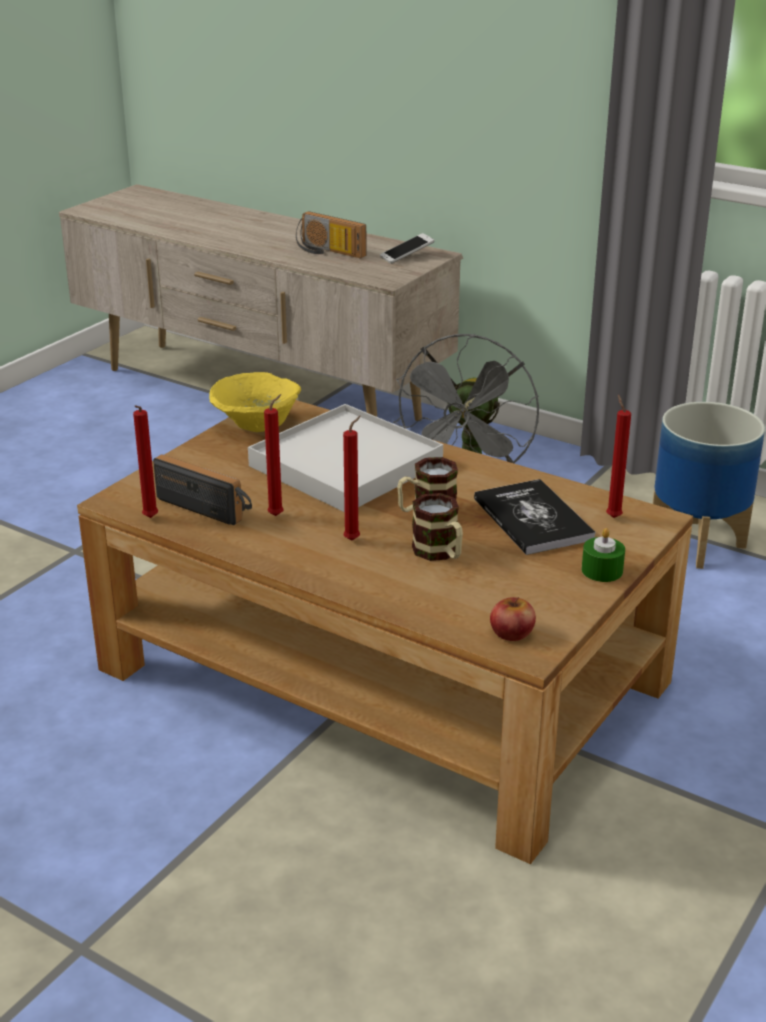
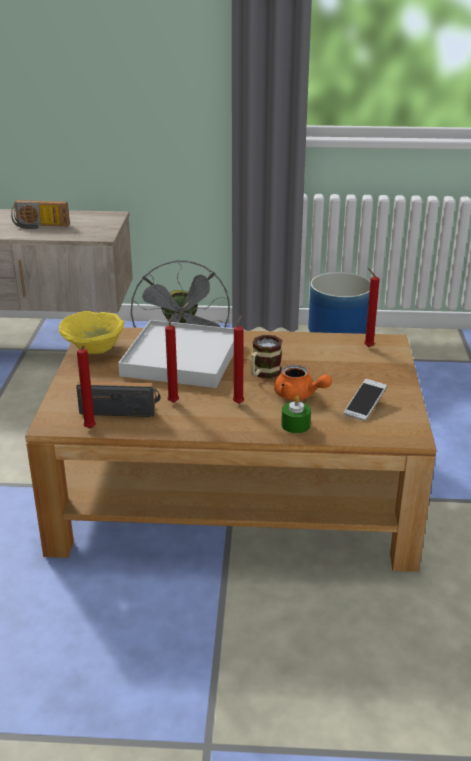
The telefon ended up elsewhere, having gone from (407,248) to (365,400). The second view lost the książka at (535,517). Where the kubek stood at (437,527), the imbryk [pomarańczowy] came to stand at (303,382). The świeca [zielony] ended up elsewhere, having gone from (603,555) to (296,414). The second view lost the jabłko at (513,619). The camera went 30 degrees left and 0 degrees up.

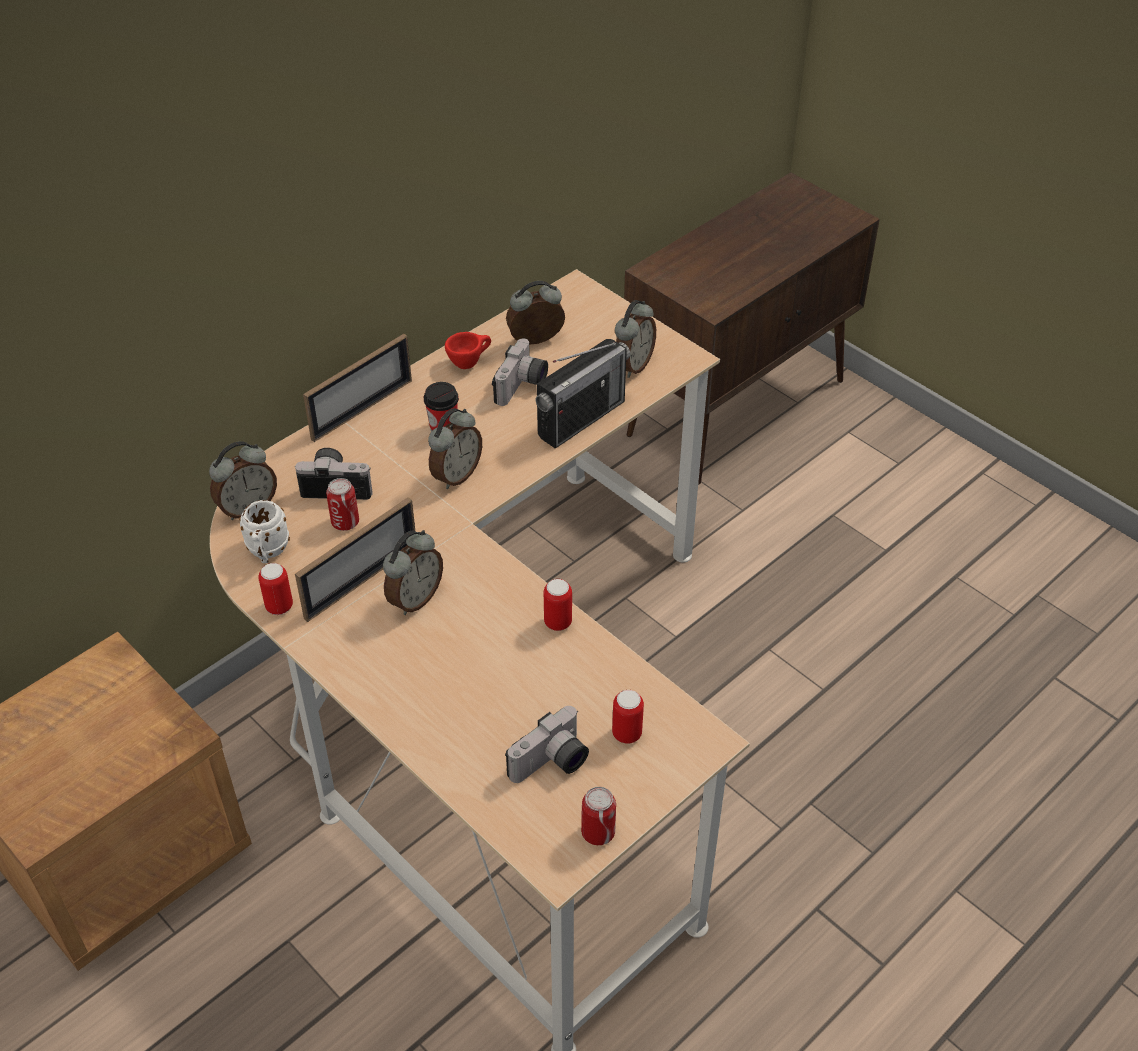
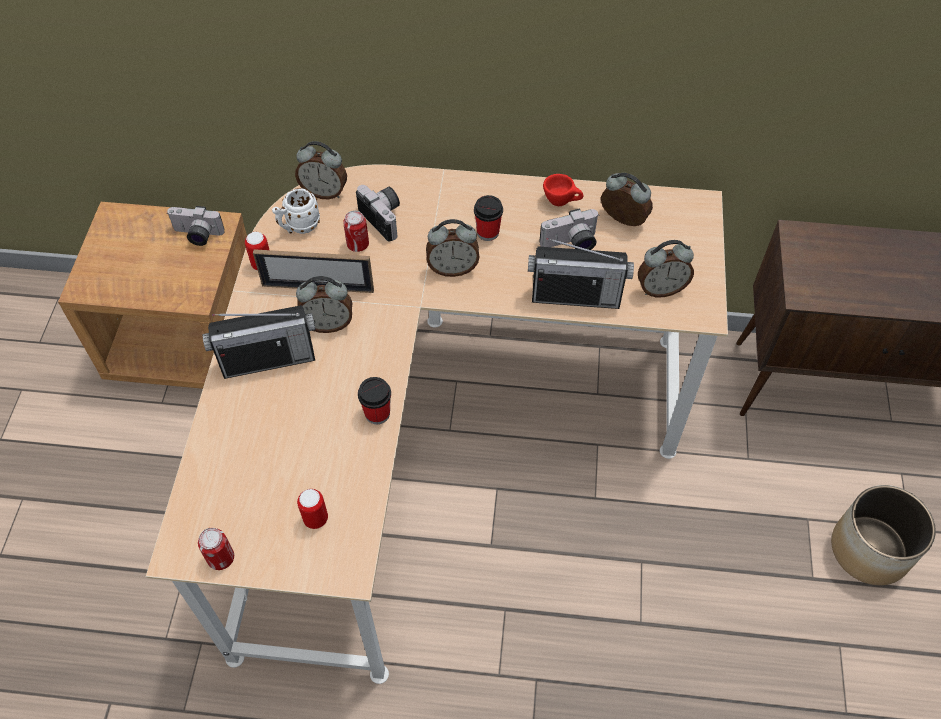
The second view lost the ramka na zdjęcie at (357,388). Where the puszka stood at (558,605), the filiżanka came to stand at (374,400). The aparat fotograficzny ended up elsewhere, having gone from (547,744) to (196,226). The second view gained the radio at (258,342). The second view gained the donica at (883,535). The camera went 50 degrees right and 10 degrees up.

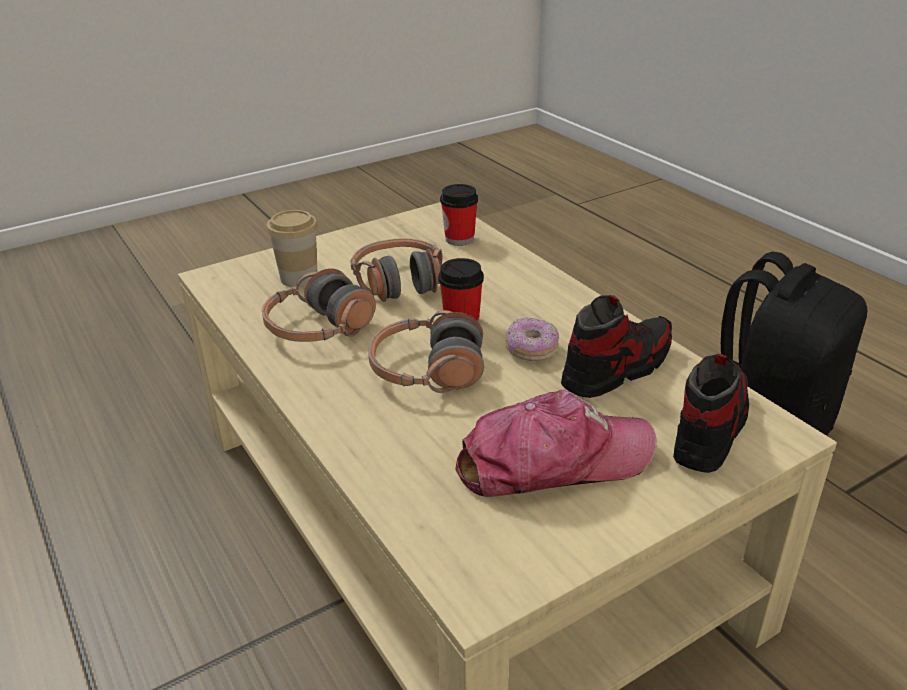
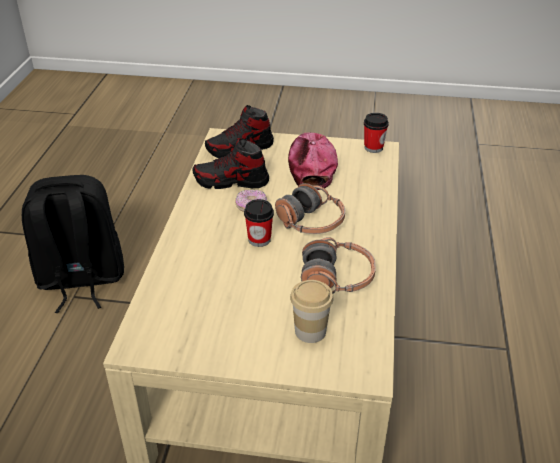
The filiżanka ended up elsewhere, having gone from (459,215) to (376,133). The second view lost the słuchawki at (396,270). The czapka z daszkiem at (556,443) ended up facing another way, 60 degrees clockwise from before. The camera went 140 degrees left and 5 degrees up.

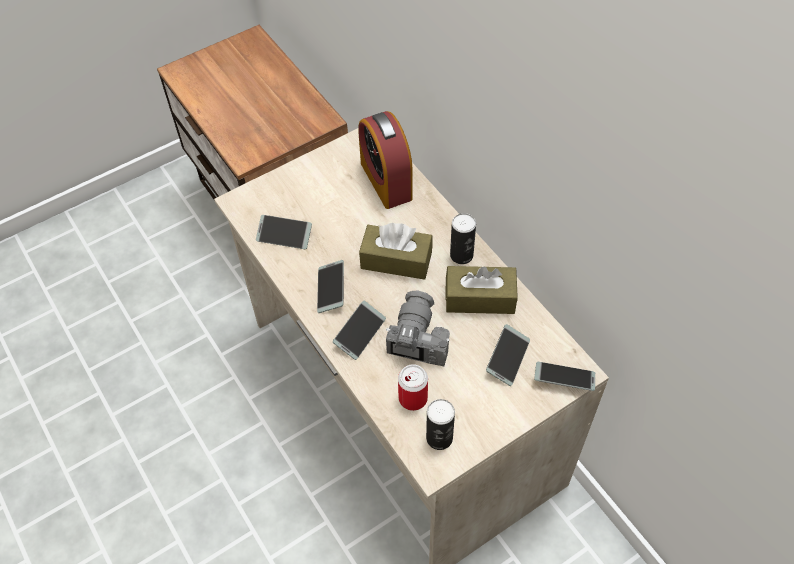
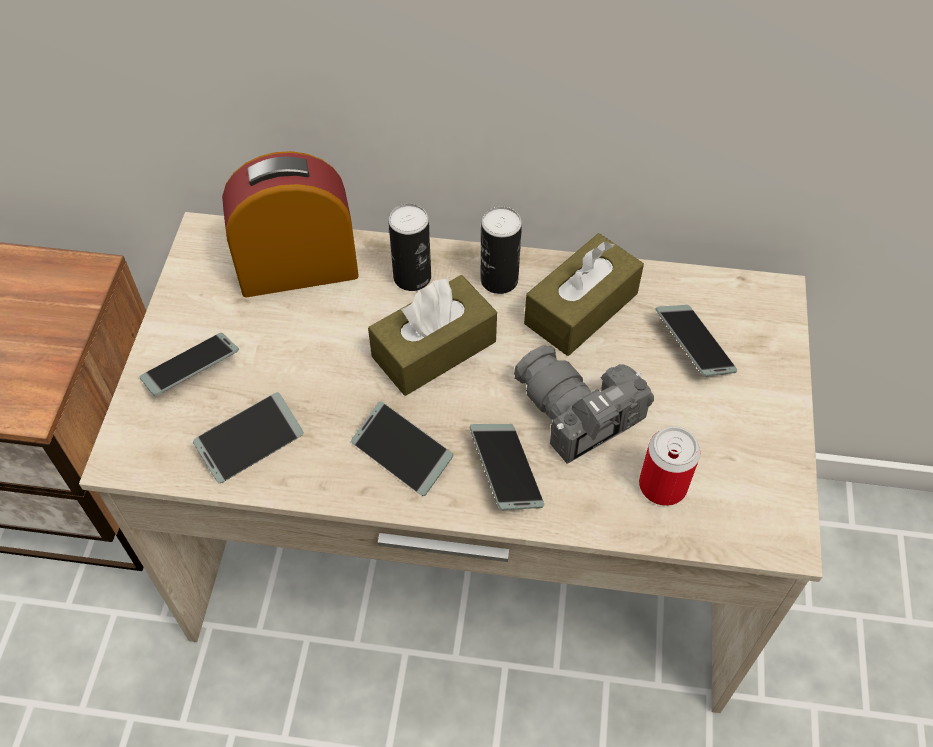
The budzik at (385,160) ended up facing another way, 150 degrees clockwise from before. The telefon ended up elsewhere, having gone from (564,376) to (189,364). The puszka ended up elsewhere, having gone from (440,424) to (409,247). The camera went 50 degrees left and 0 degrees up.

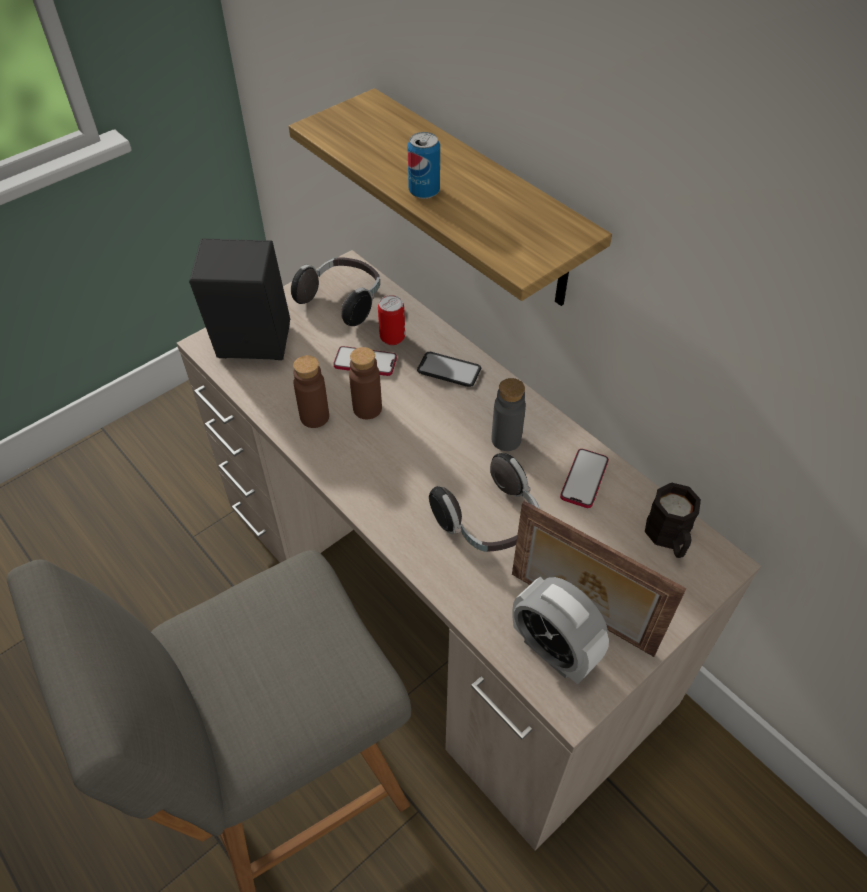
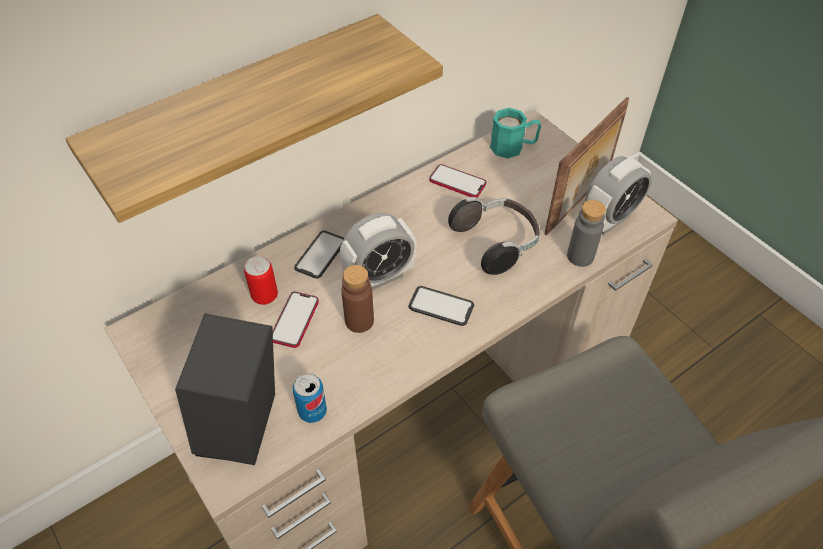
The puszka ended up elsewhere, having gone from (423,165) to (310,398). The second view lost the słuchawki at (335,291). The second view lost the butelka [brązowy] at (311,391). The butelka [szary] ended up elsewhere, having gone from (509,414) to (586,233). What was the kubek [czarny] at (673,520) turned into the kubek [turkusowy] at (515,133). The second view gained the budzik at (378,251). The second view gained the telefon at (441,306). The camera went 85 degrees left and 0 degrees up.

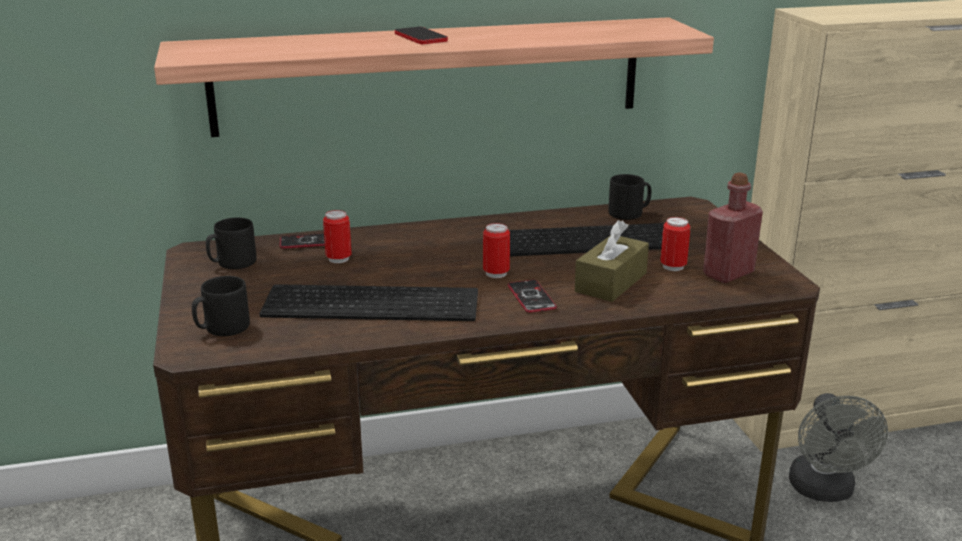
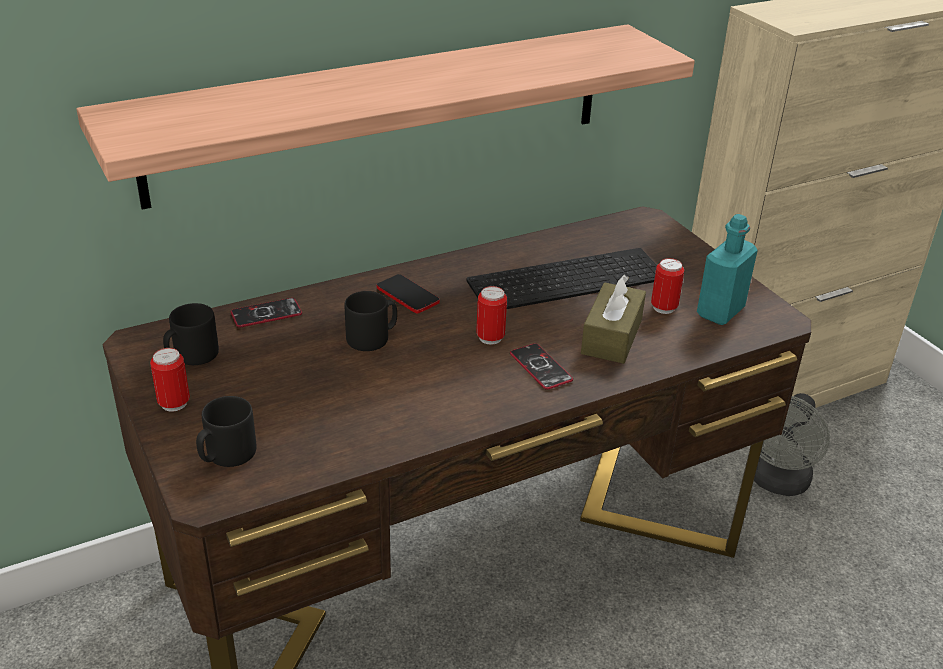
The telefon ended up elsewhere, having gone from (421,35) to (408,294). What was the butelka [czerwony] at (733,228) turned into the butelka [turkusowy] at (727,269). The kubek [czarny] ended up elsewhere, having gone from (629,197) to (371,321). The puszka ended up elsewhere, having gone from (337,236) to (170,380). The second view lost the klawiatura at (368,302). The wentylator [szary] at (838,447) ended up facing another way, 45 degrees clockwise from before. The camera went 15 degrees left and 10 degrees up.

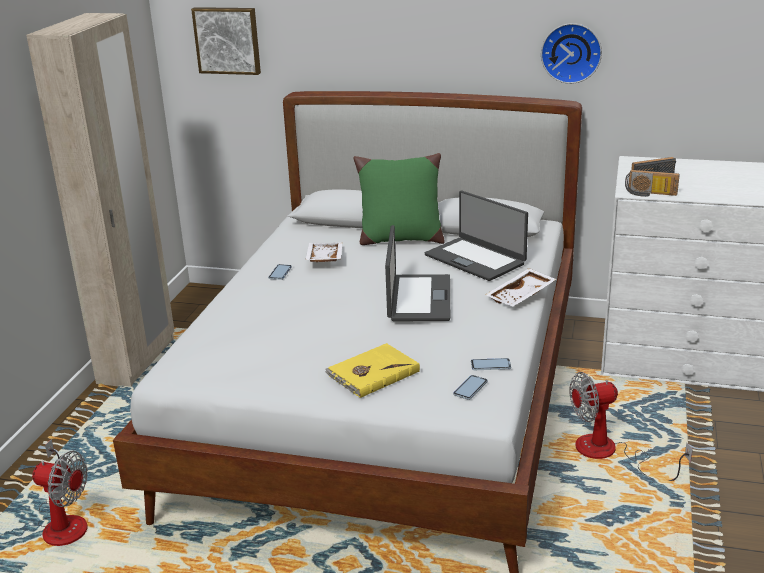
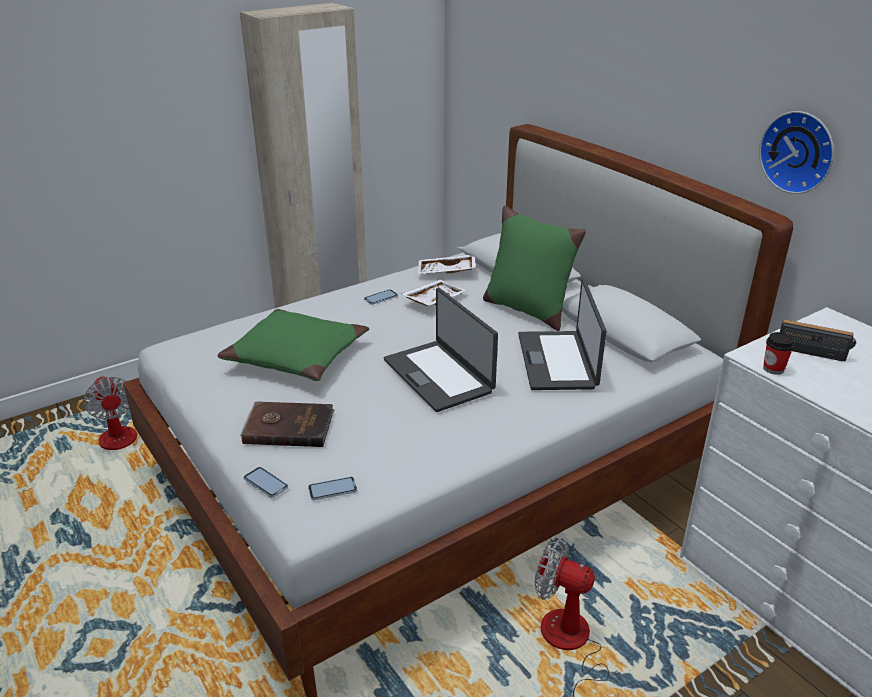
The second view lost the obraz at (226,41). Where the radio stood at (652,183), the filiżanka came to stand at (779,353). The laptop at (417,273) ended up facing another way, 105 degrees clockwise from before. The taca [biały] ended up elsewhere, having gone from (520,287) to (446,264). What was the książka [żółty] at (372,370) turned into the książka [brązowy] at (287,424). The telefon ended up elsewhere, having gone from (491,364) to (266,482). The second view gained the poduszka [zielony] at (293,345). The camera went 40 degrees right and 5 degrees up.

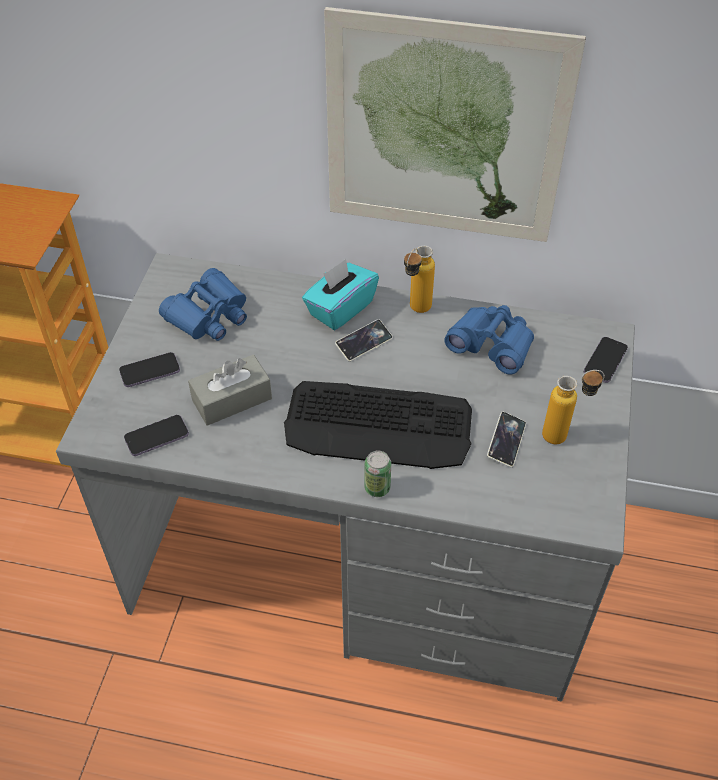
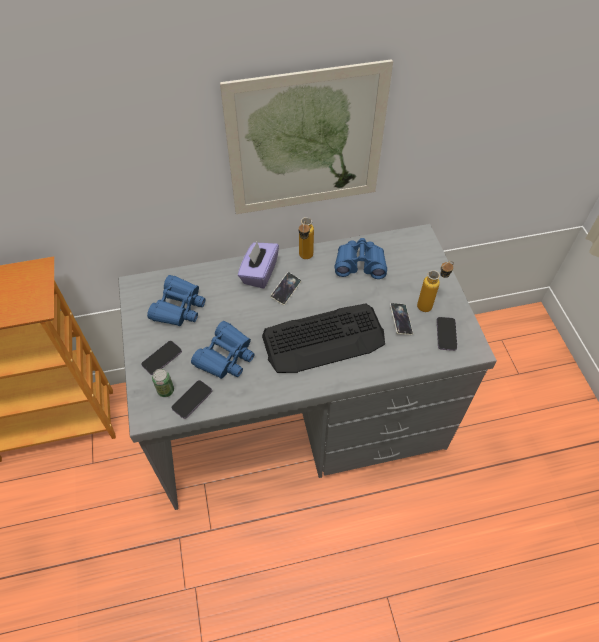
What was the pudełko chusteczek [turkusowy] at (340,294) turned into the pudełko chusteczek [fioletowy] at (258,265). The telefon ended up elsewhere, having gone from (606,360) to (447,334). Where the pudełko chusteczek [szary] stood at (230,390), the lornetka [niebieski] came to stand at (223,350). The puszka ended up elsewhere, having gone from (377,473) to (163,383). The camera went 25 degrees left and 5 degrees up.

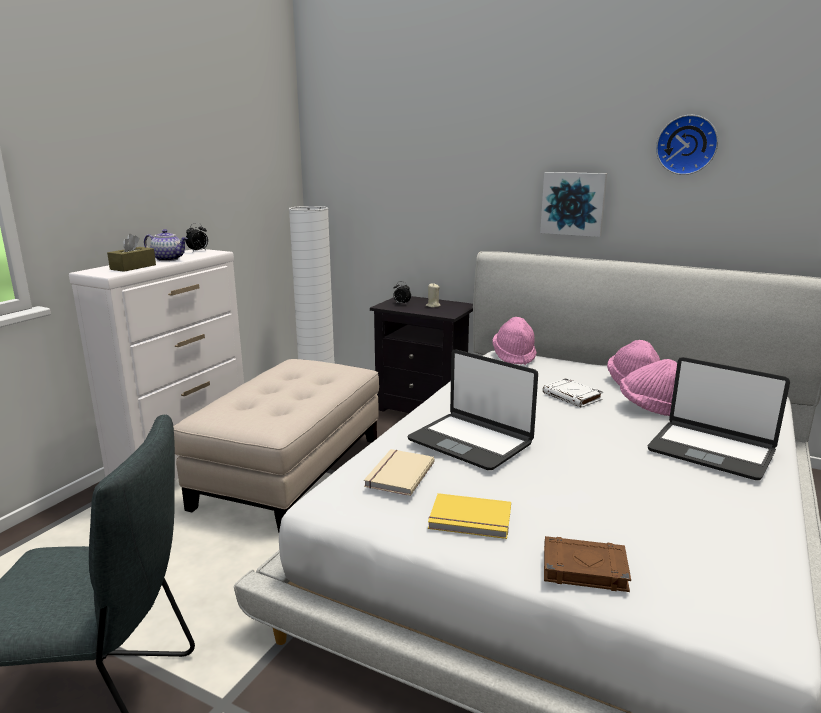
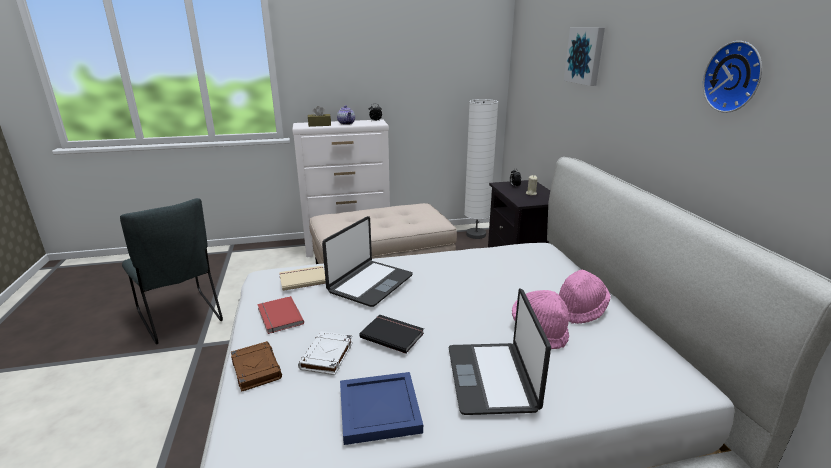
The obraz ended up elsewhere, having gone from (573,204) to (584,57). The second view lost the kapelusz [różowy] at (514,341). The laptop at (472,409) ended up facing another way, 150 degrees counterclockwise from before. The książka [biały] ended up elsewhere, having gone from (573,393) to (325,353). What was the książka [żółty] at (469,516) turned into the książka [czerwony] at (280,315). The second view gained the książka [czarny] at (391,334). The second view gained the taca [niebieski] at (381,408). The camera went 50 degrees right and 5 degrees up.

